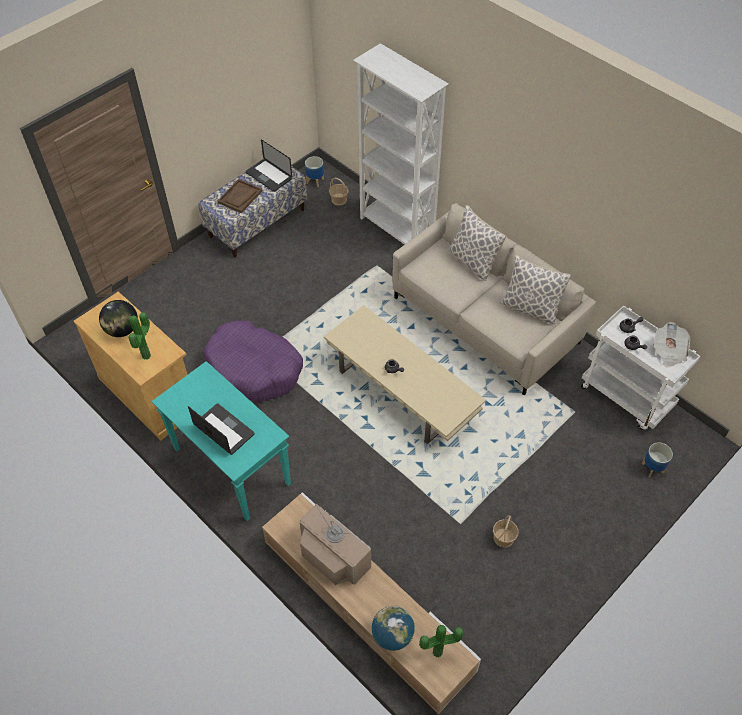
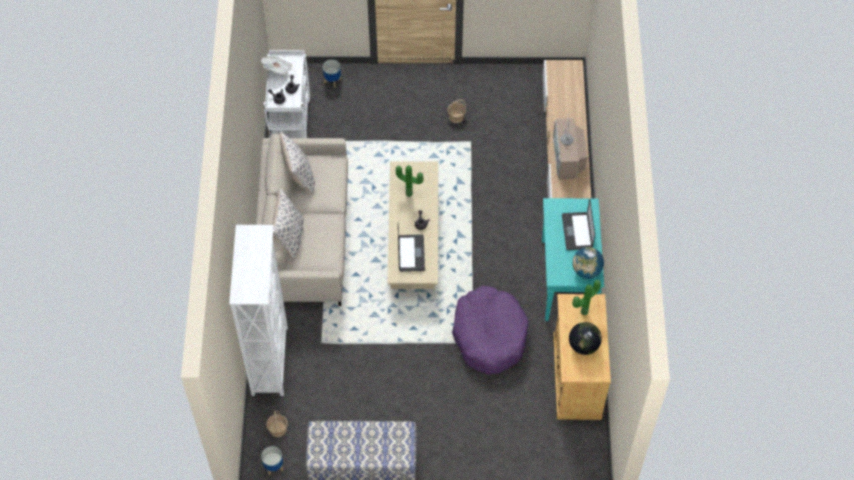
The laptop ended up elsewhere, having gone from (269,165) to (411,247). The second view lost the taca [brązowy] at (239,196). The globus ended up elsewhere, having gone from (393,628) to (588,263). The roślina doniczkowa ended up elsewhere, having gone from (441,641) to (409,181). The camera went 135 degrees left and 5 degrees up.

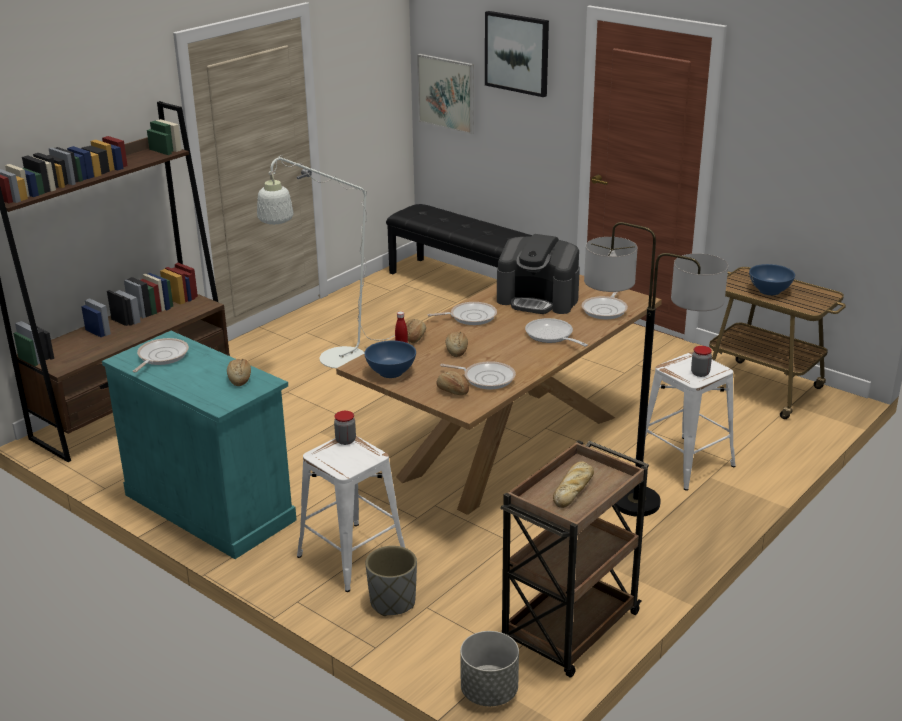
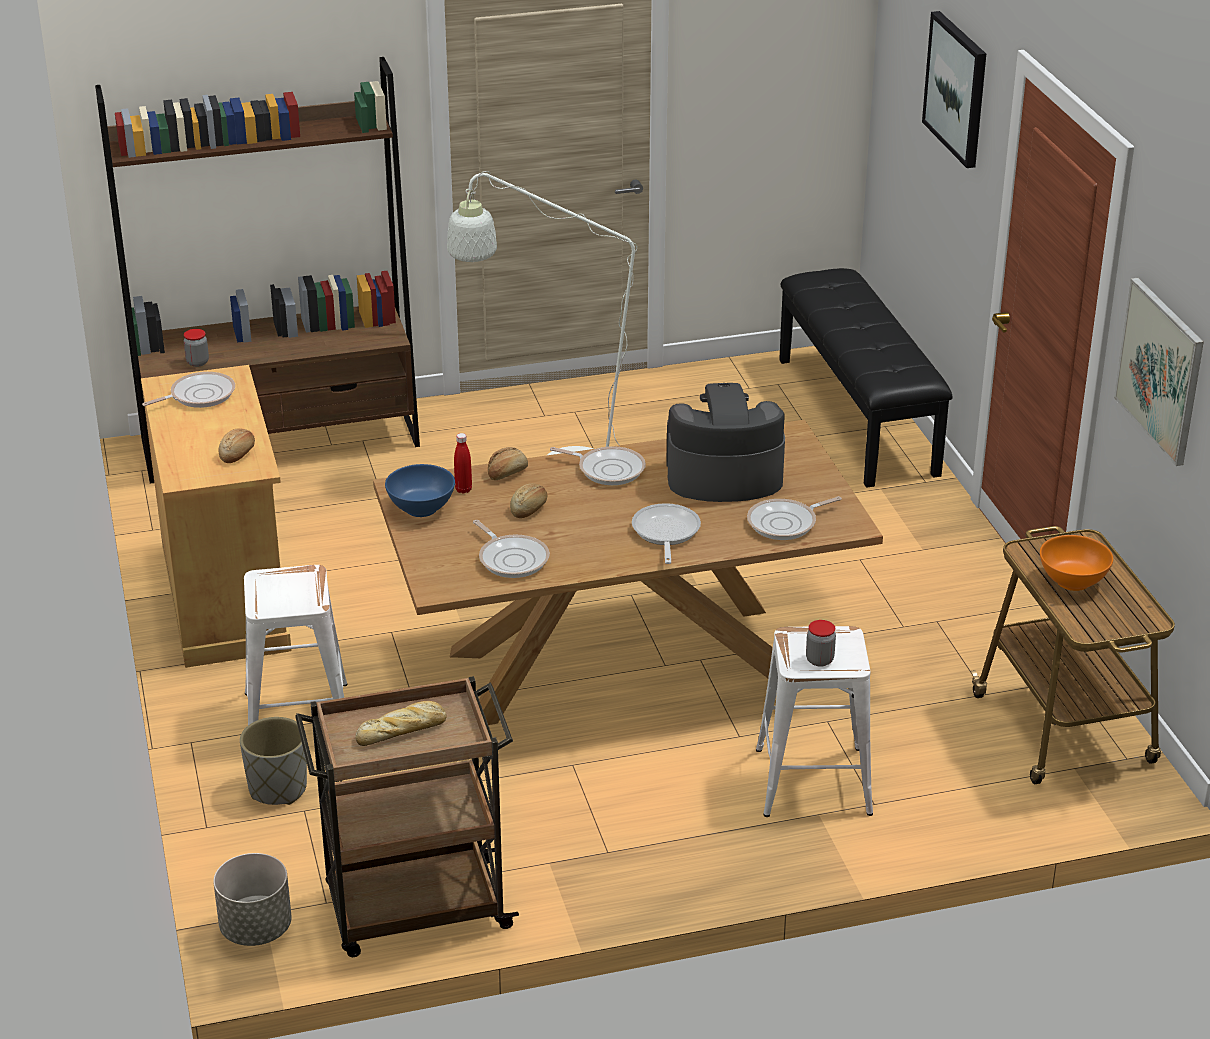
The obraz ended up elsewhere, having gone from (445,94) to (1159,372). The second view lost the lampa stojąca at (656,369). The ekspres do kawy at (538,274) ended up facing another way, 120 degrees clockwise from before. What was the miska [niebieski] at (772,279) turned into the miska [pomarańczowy] at (1076,563). What was the szafka [turkusowy] at (199,445) turned into the szafka [beżowy] at (216,516). The second view lost the chleb at (452,383). The słoik ended up elsewhere, having gone from (345,428) to (196,348). The camera went 35 degrees right and 5 degrees up.

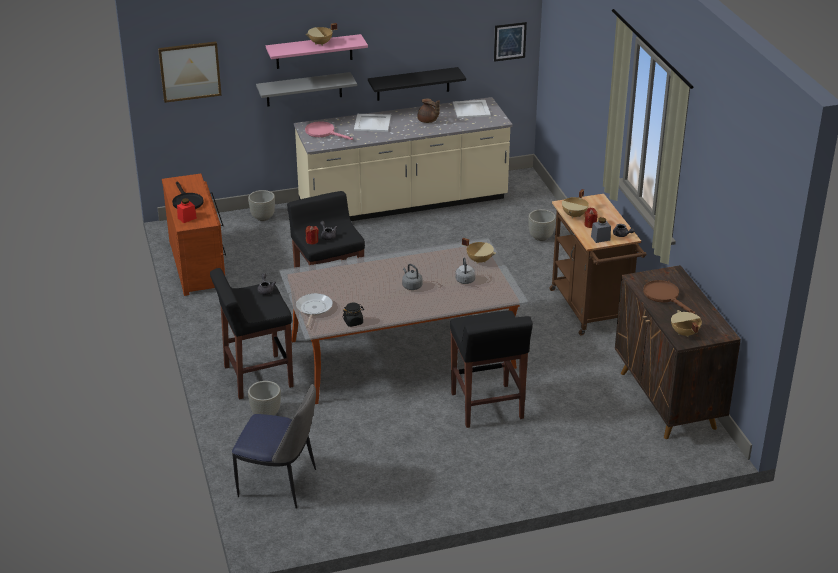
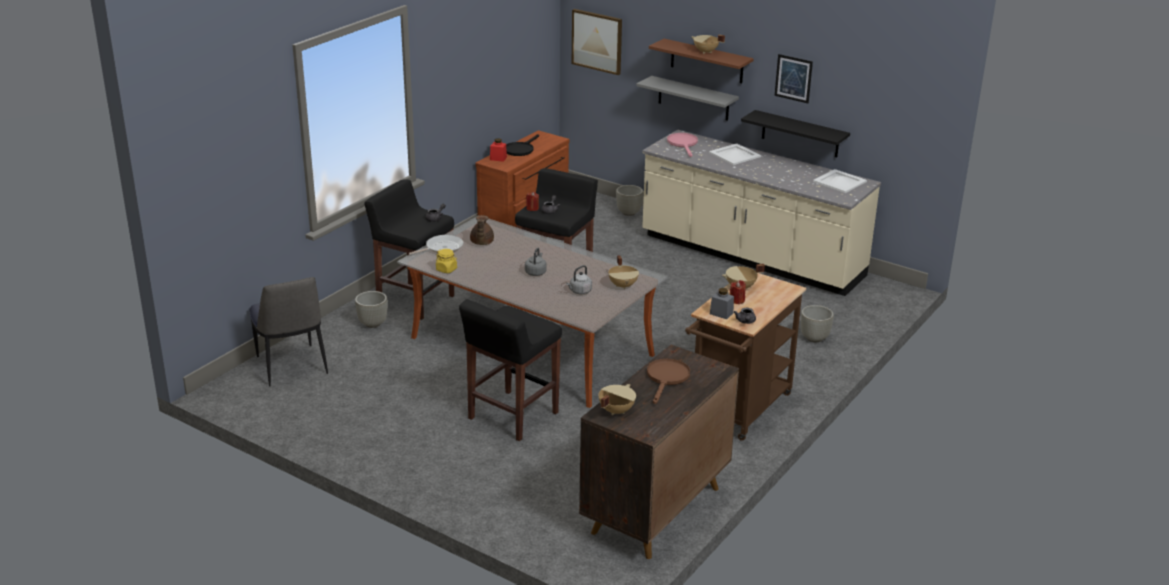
The obraz ended up elsewhere, having gone from (510,42) to (794,78). What was the półka [różowy] at (317,51) turned into the półka [brązowy] at (701,61). The imbryk [brązowy] ended up elsewhere, having gone from (428,110) to (482,230). What was the słoik [czarny] at (353,314) turned into the słoik [żółty] at (446,261). The camera went 50 degrees right and 5 degrees down.

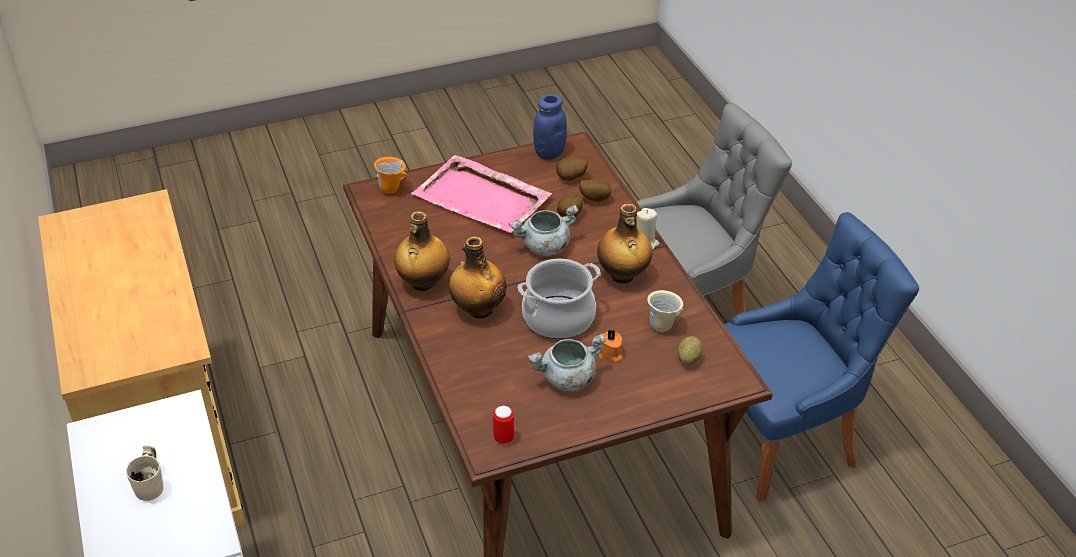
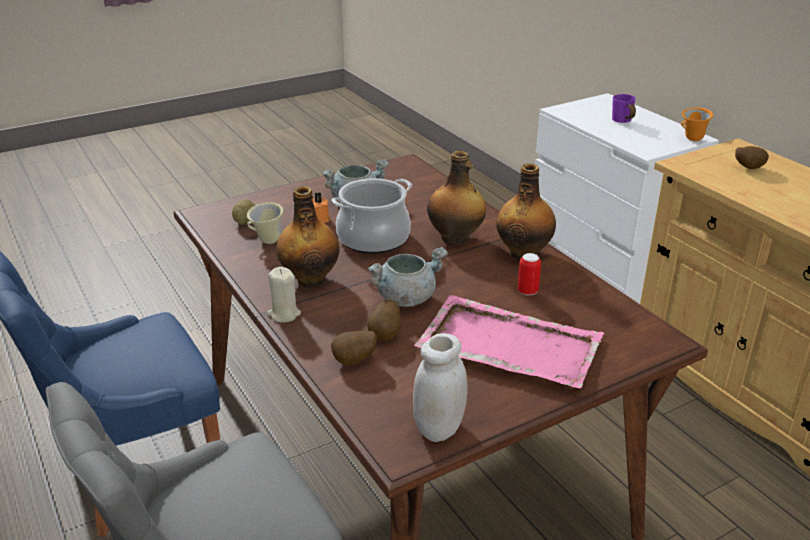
What was the słoik [niebieski] at (550,127) turned into the słoik [biały] at (440,387). The kubek [pomarańczowy] ended up elsewhere, having gone from (390,175) to (697,124). The ziemniak ended up elsewhere, having gone from (572,169) to (752,157). The puszka ended up elsewhere, having gone from (503,425) to (529,274). What was the kubek [beżowy] at (145,473) turned into the kubek [fioletowy] at (624,108). The camera went 170 degrees right and 10 degrees down.

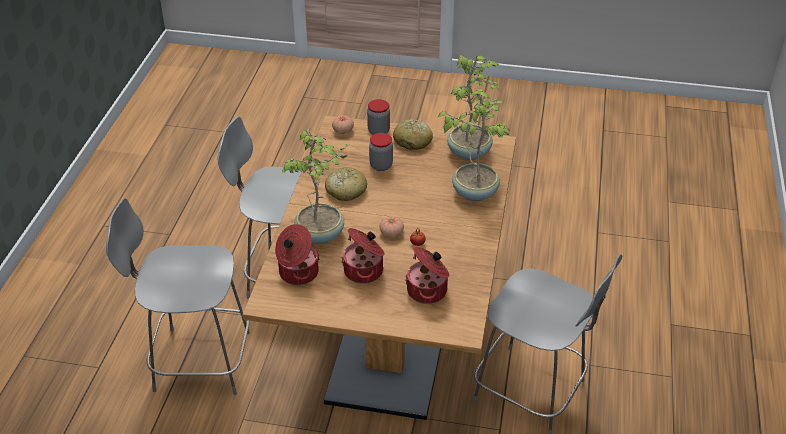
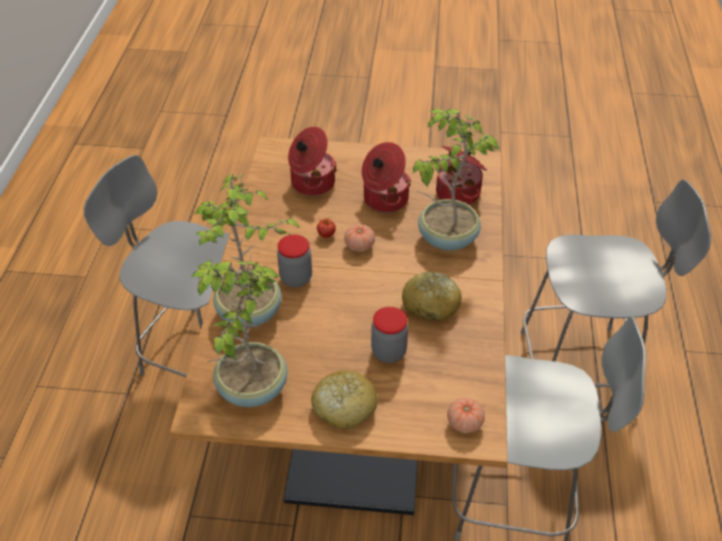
The słoik ended up elsewhere, having gone from (378,117) to (294,261). The camera went 175 degrees right and 5 degrees up.

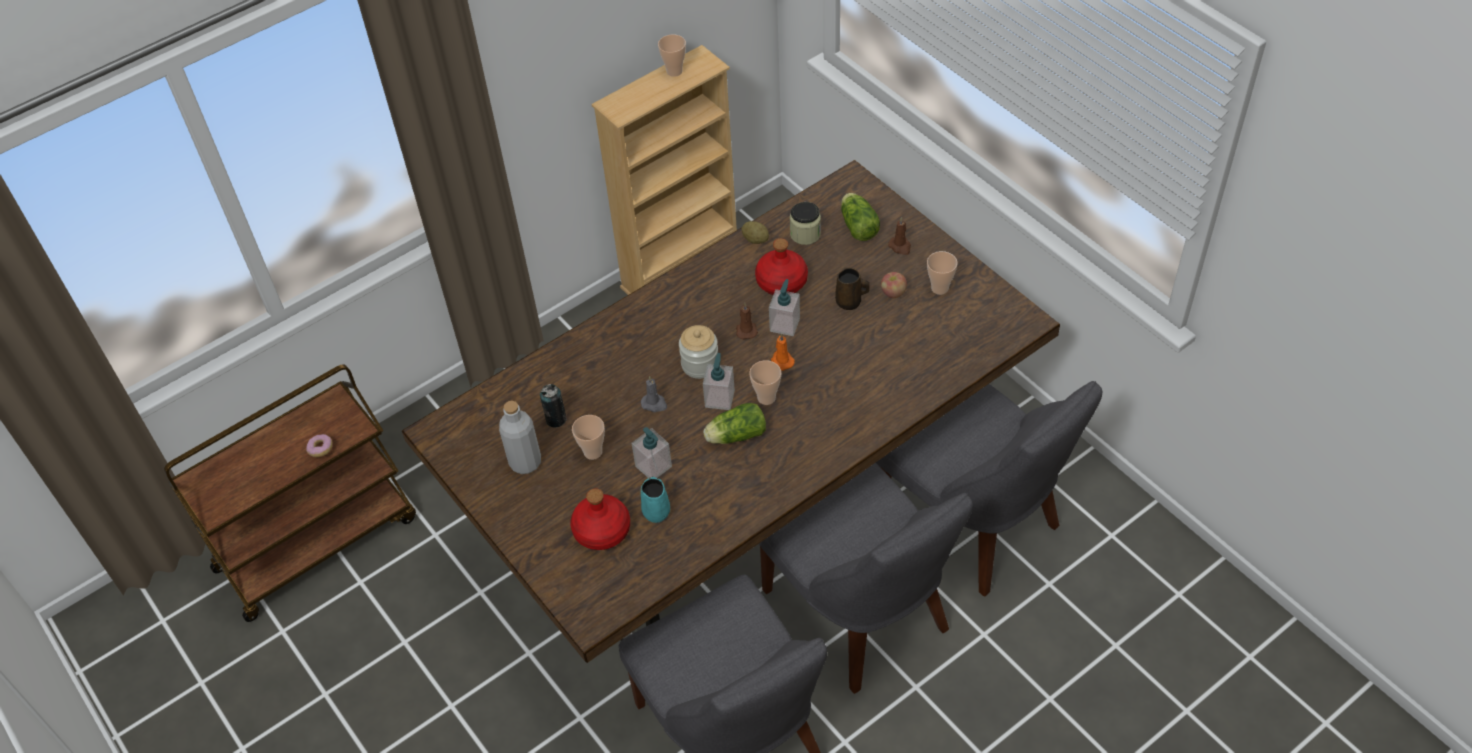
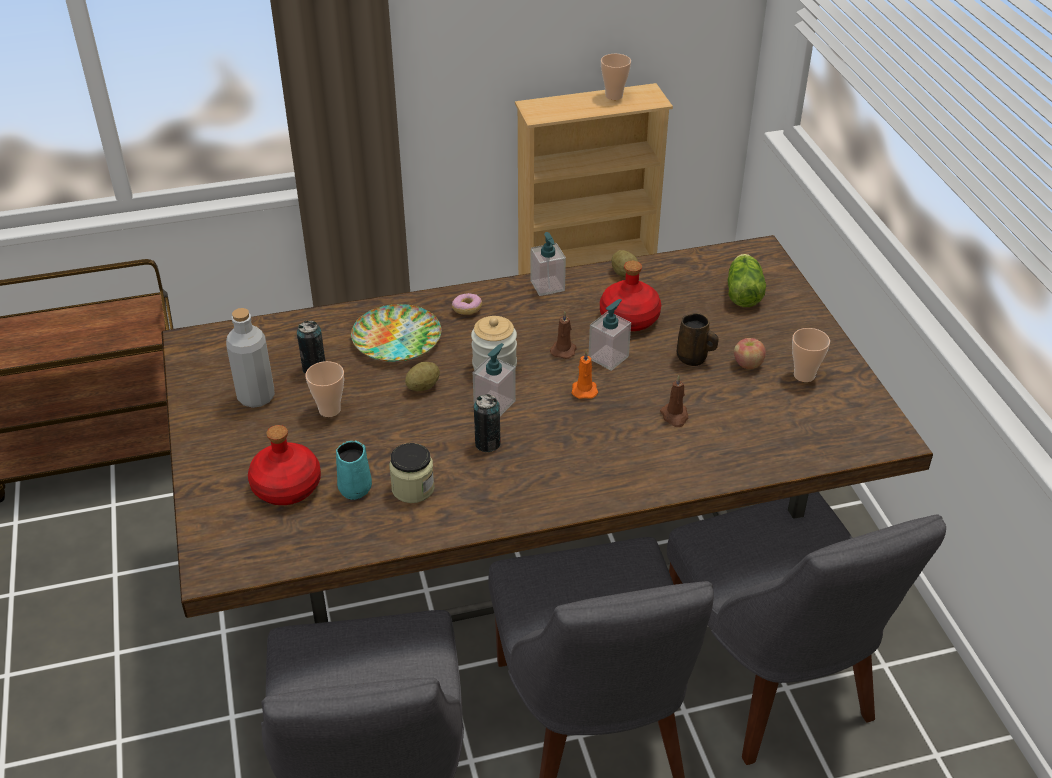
The słoik ended up elsewhere, having gone from (805,223) to (412,473). The świeca [brązowy] ended up elsewhere, having gone from (899,236) to (674,401). The second view lost the filiżanka at (765,382). Where the świeca [szary] stood at (654,394), the ziemniak came to stand at (422,376). Where the sałata stood at (734,423), the puszka came to stand at (487,423). The dozownik mydła ended up elsewhere, having gone from (651,452) to (548,264). The donut ended up elsewhere, having gone from (319,445) to (467,304). The second view gained the talerz at (396,333). The camera went 20 degrees right and 10 degrees down.

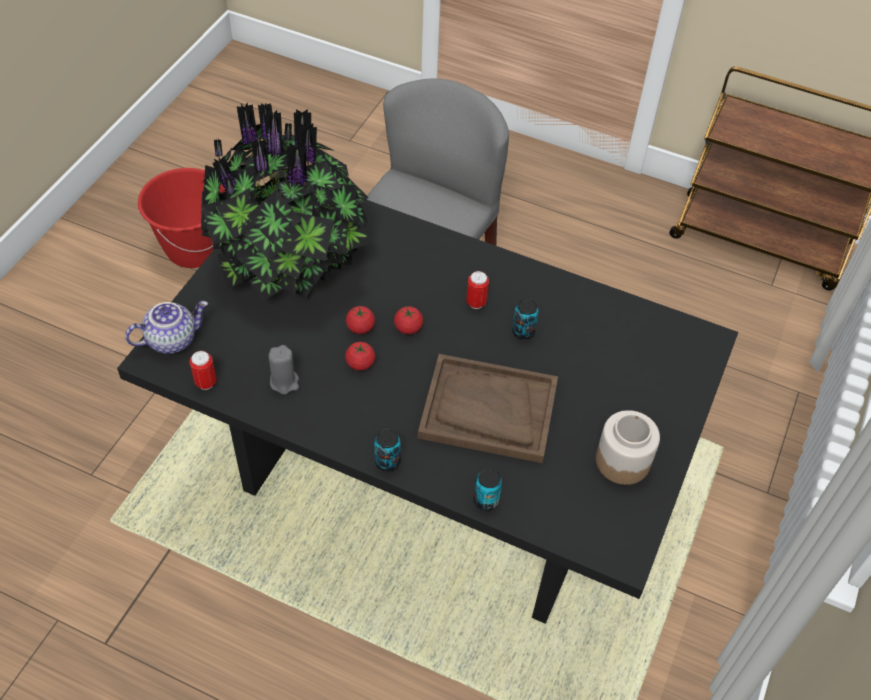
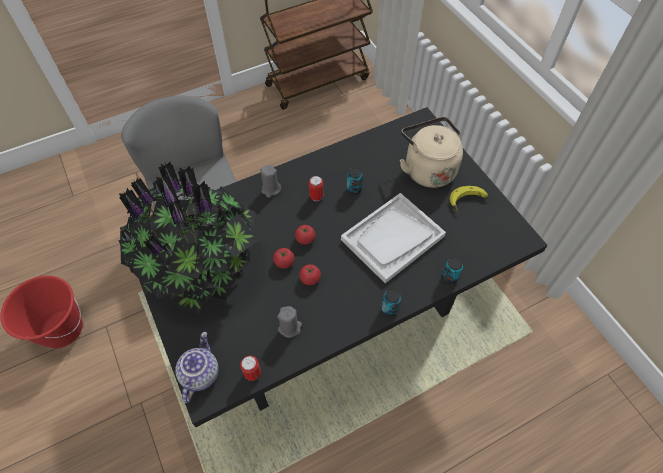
What was the taca [brązowy] at (488,408) turned into the taca [biały] at (393,238). Where the słoik stood at (628,447), the banan came to stand at (469,199). The second view gained the czajnik [beżowy] at (431,152). The second view gained the świeca [szary] at (271,181). The camera went 50 degrees left and 5 degrees up.

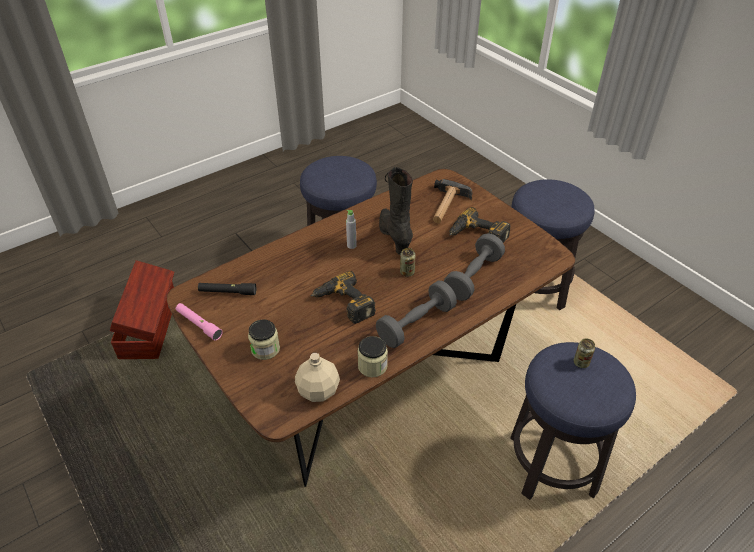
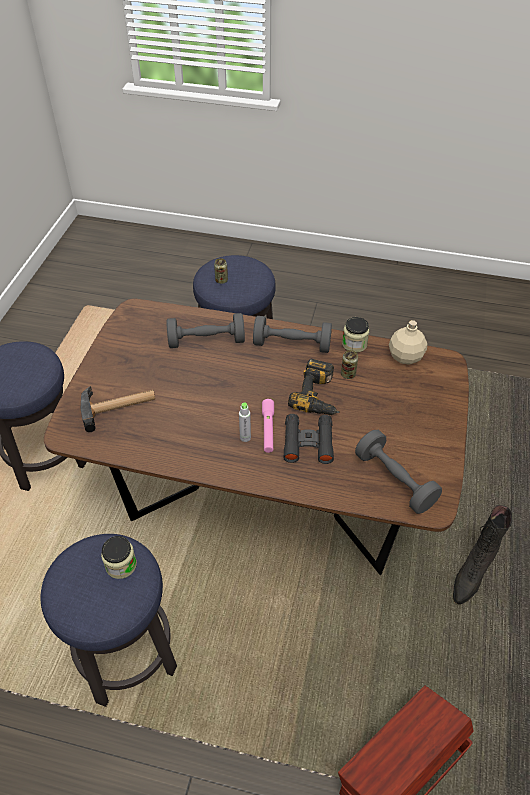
The but z cholewką [czarny] ended up elsewhere, having gone from (396,210) to (482,554). The second view lost the wiertarka at (479,225). The puszka ended up elsewhere, having gone from (407,262) to (349,364). Where the latarka [czarny] stood at (227,289), the hantel [szary] came to stand at (398,472). The latarka [różowy] ended up elsewhere, having gone from (199,321) to (268,426). The słoik ended up elsewhere, having gone from (264,339) to (119,557). The second view gained the lornetka [czarny] at (308,439). The camera went 130 degrees left and 5 degrees up.

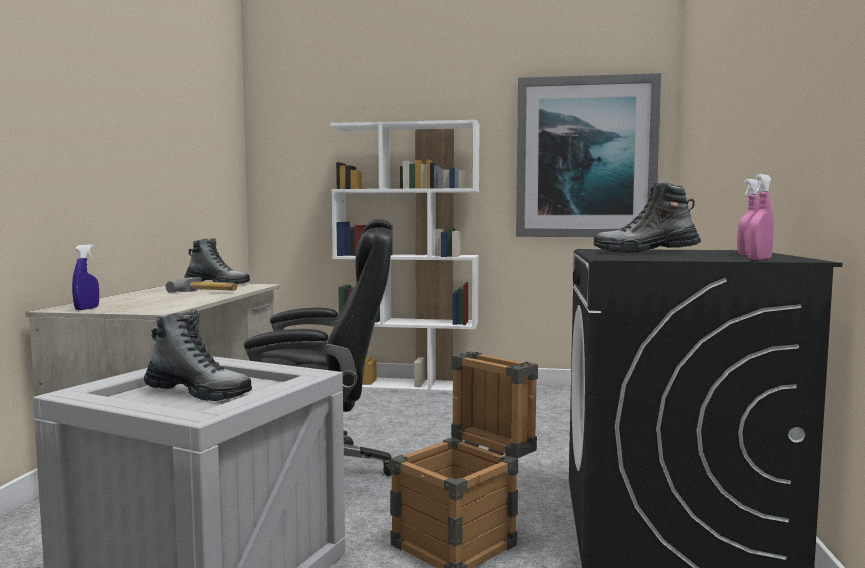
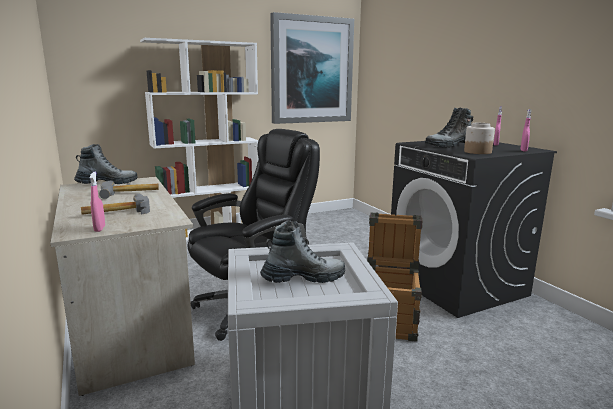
What was the spryskiwacz [niebieski] at (85,277) turned into the spryskiwacz [różowy] at (97,202). The second view gained the słoik at (479,138). The second view gained the młotek at (115,204). The camera went 35 degrees left and 10 degrees up.

